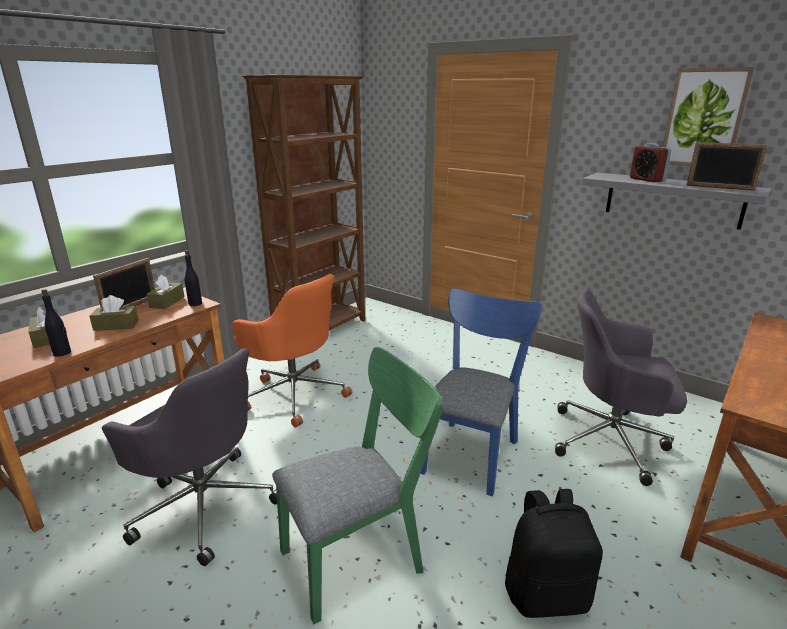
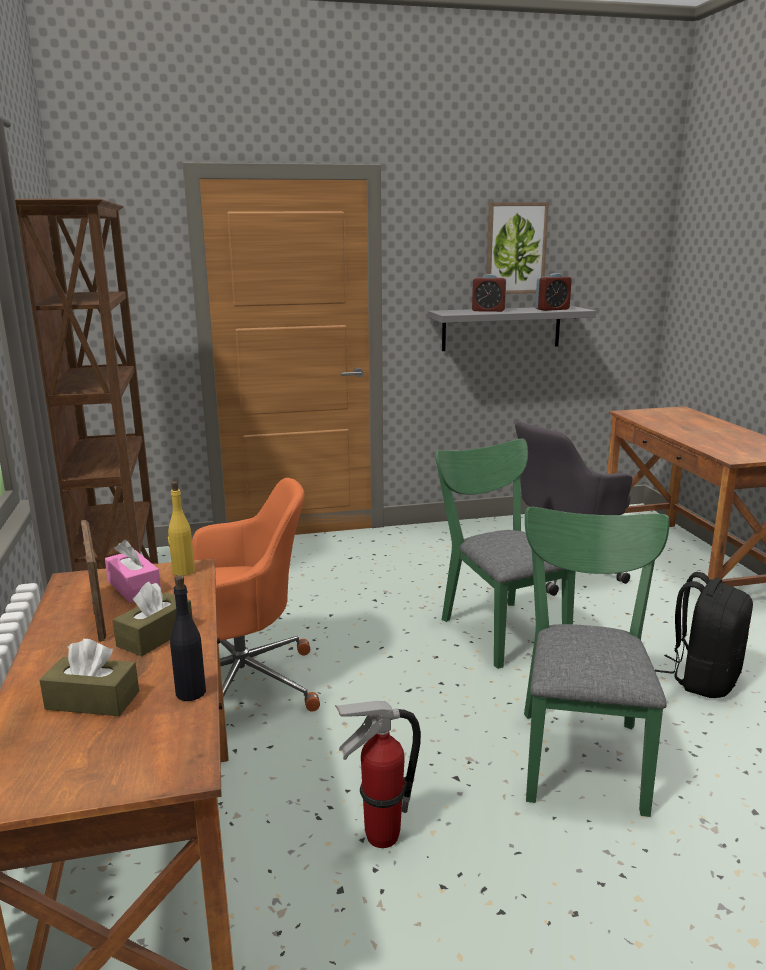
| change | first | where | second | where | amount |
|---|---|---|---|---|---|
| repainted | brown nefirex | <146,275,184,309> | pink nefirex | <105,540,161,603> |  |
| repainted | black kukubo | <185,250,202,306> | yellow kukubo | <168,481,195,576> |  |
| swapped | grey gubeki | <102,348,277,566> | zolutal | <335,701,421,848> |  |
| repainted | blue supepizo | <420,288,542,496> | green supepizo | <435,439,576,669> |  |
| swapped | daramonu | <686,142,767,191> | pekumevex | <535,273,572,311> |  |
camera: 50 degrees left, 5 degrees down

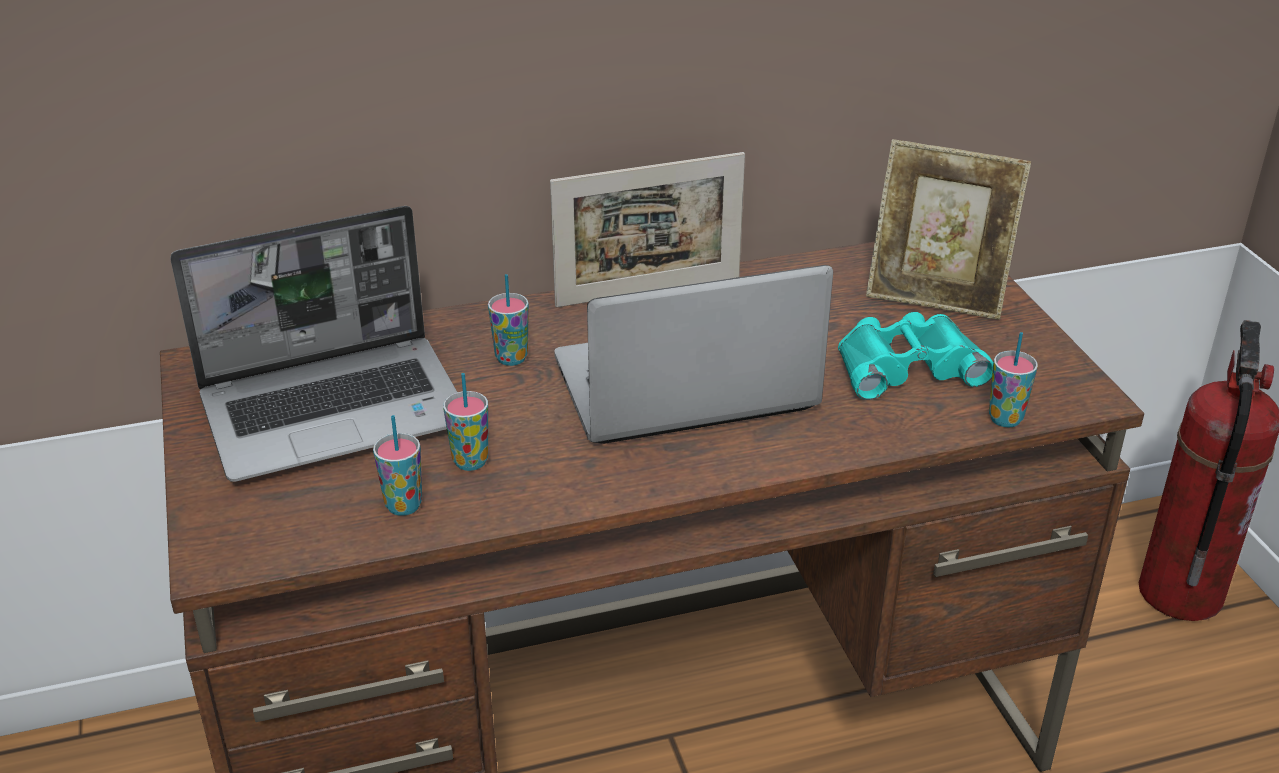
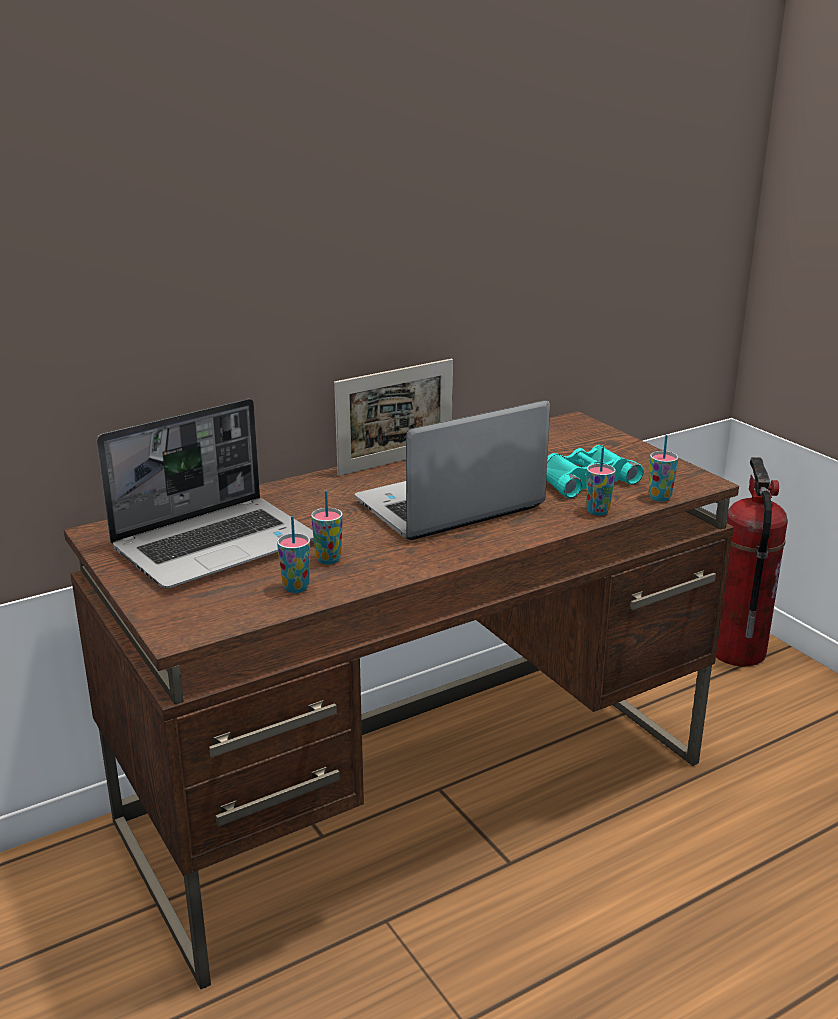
| change | first | where | second | where | amount |
|---|---|---|---|---|---|
| shifted | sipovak | <488,274,529,366> |  | <587,447,616,516> |  |
| gone | daramonu | <866,139,1031,320> |  |  |  |
camera: 15 degrees left, 10 degrees down

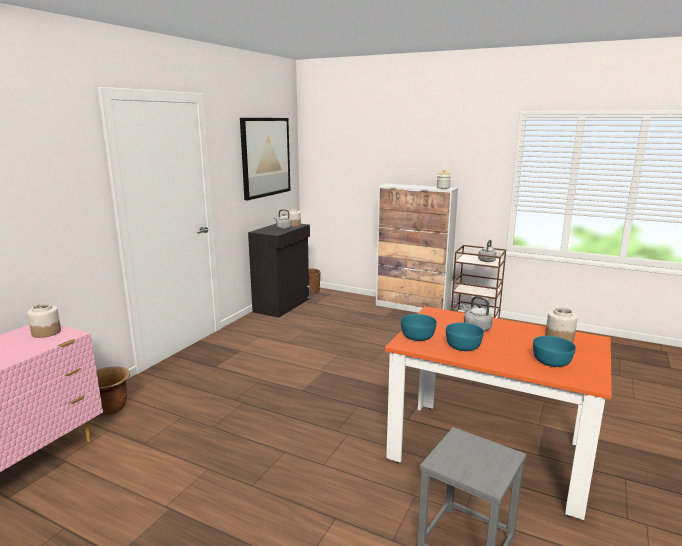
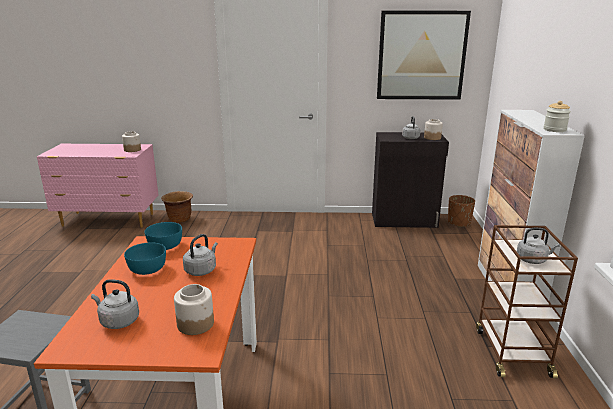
| change | first | where | second | where | amount |
|---|---|---|---|---|---|
| swapped | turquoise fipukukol | <533,336,576,367> | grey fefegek | <91,279,139,329> |  |
camera: 65 degrees right, 5 degrees up

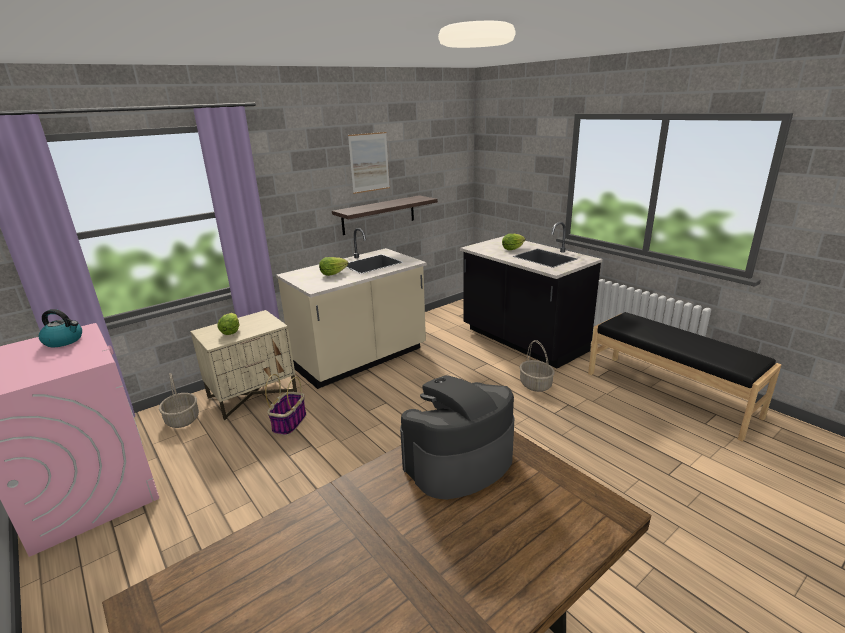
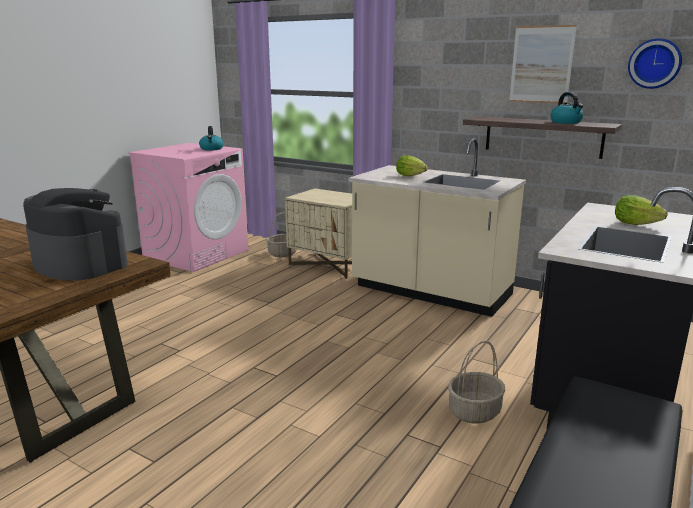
| change | first | where | second | where | amount |
|---|---|---|---|---|---|
| new |  |  | fefegek | <550,92,583,124> |  |
| new |  |  | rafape | <628,38,682,89> |  |
| gone | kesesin | <217,313,239,335> |  |  |  |
| gone | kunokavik | <265,374,307,436> |  |  |  |
camera: 70 degrees right, 5 degrees down

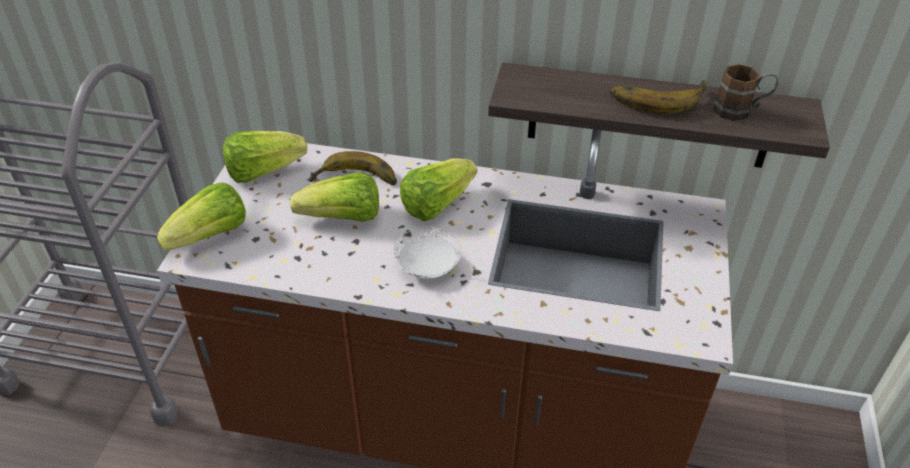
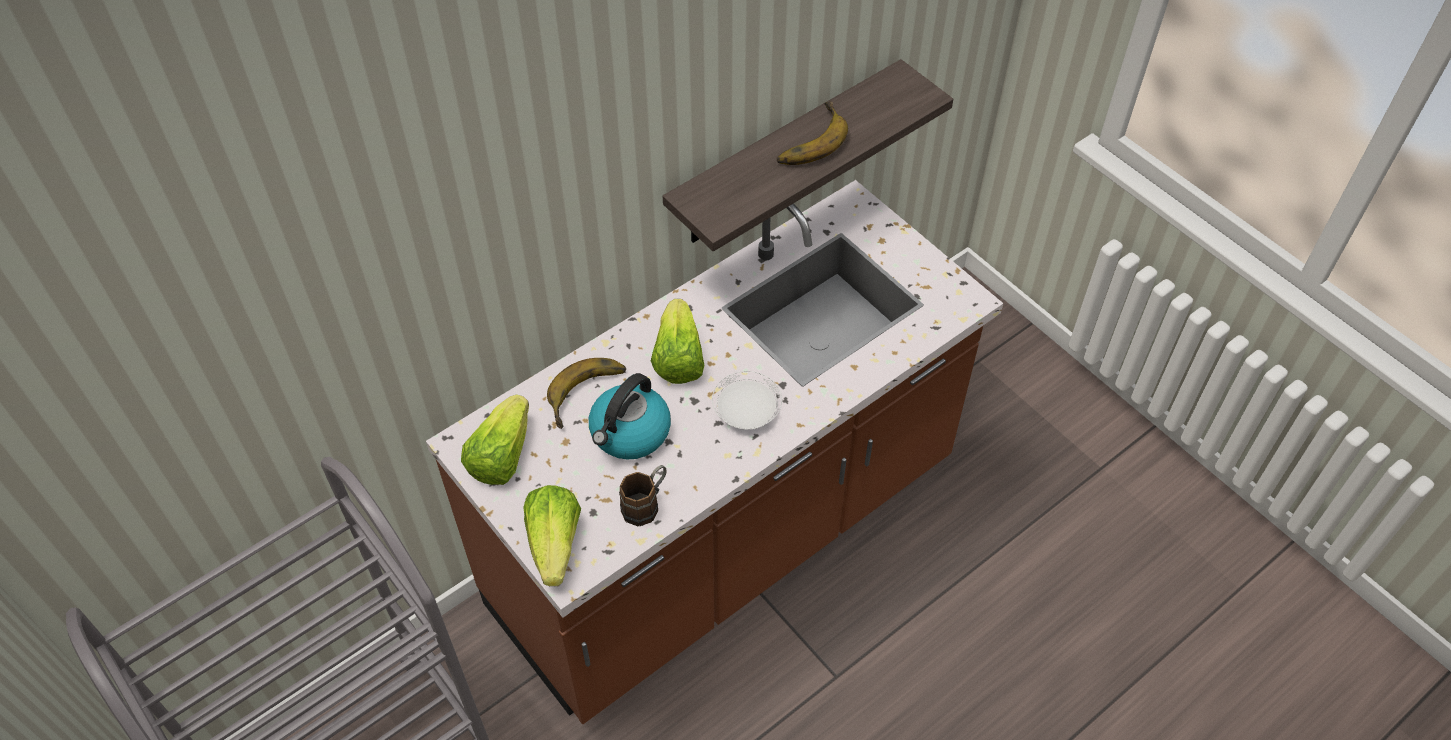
| change | first | where | second | where | amount |
|---|---|---|---|---|---|
| swapped | kesesin | <290,172,379,222> | fefegek | <589,373,671,460> |  |
| shifted | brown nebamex | <713,64,778,121> |  | <619,465,667,527> |  |
camera: 50 degrees left, 10 degrees up

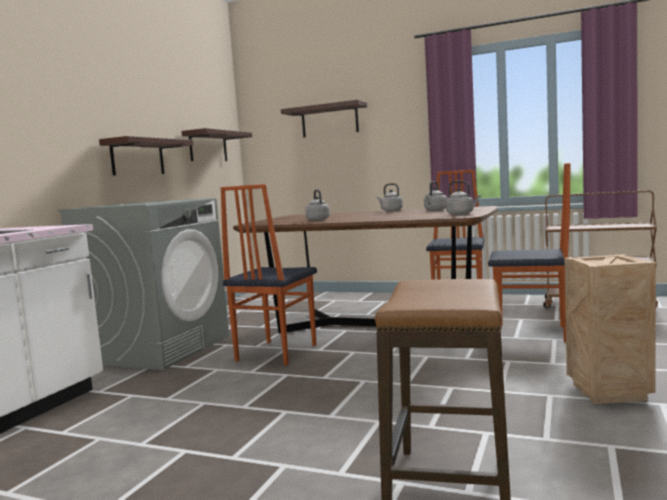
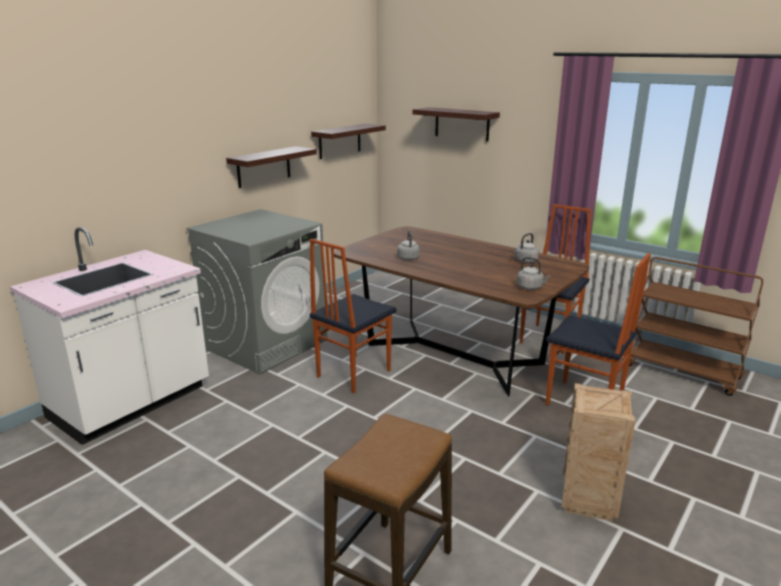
| change | first | where | second | where | amount |
|---|---|---|---|---|---|
| gone | grey fefegek | <377,183,403,211> |  |  |  |
camera: 15 degrees right, 15 degrees up

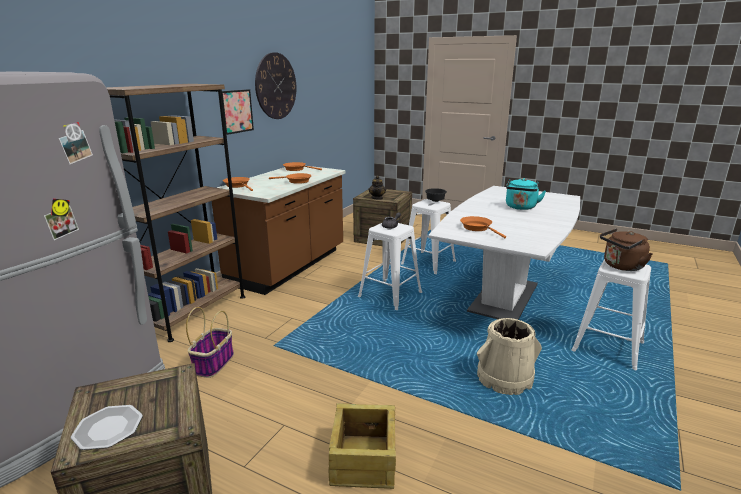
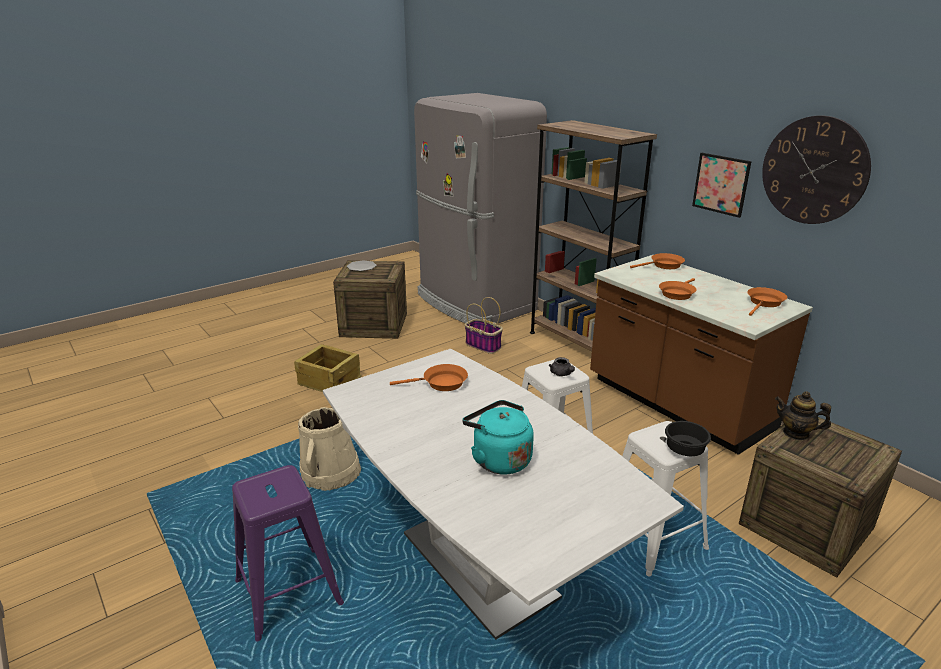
| change | first | where | second | where | amount |
|---|---|---|---|---|---|
| repainted | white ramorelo | <571,259,651,370> | purple ramorelo | <232,465,344,641> |  |
| gone | brown fefegek | <600,228,653,271> |  |  |  |
camera: 115 degrees right, 5 degrees up

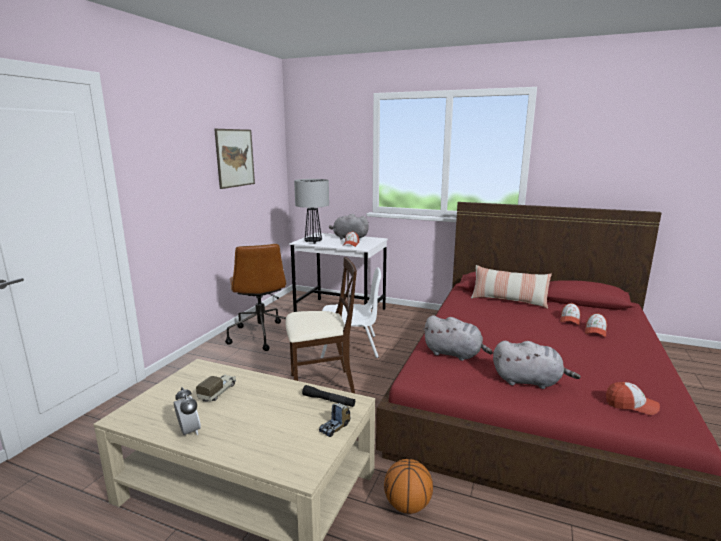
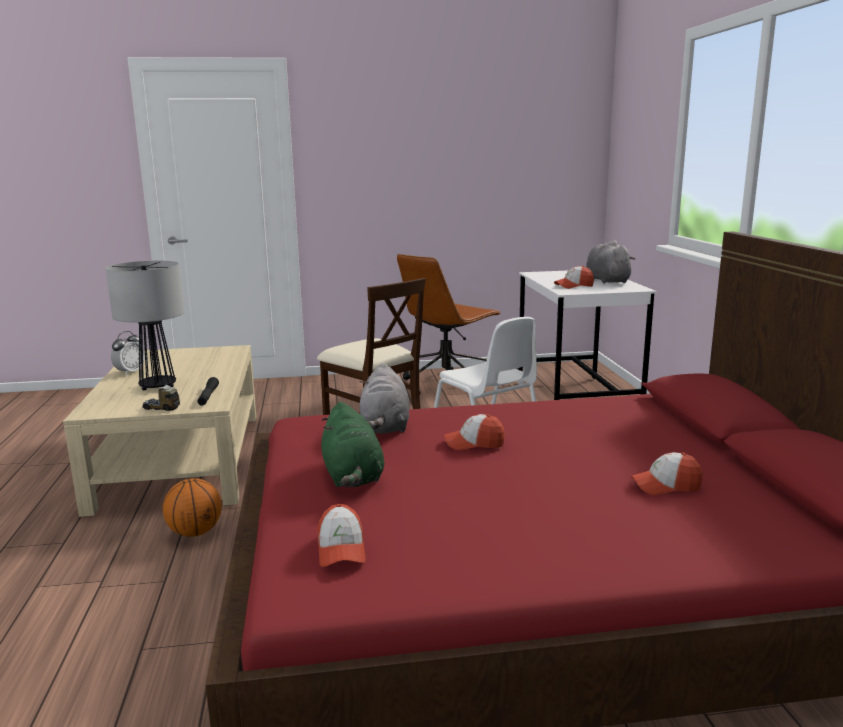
| change | first | where | second | where | amount |
|---|---|---|---|---|---|
| shifted | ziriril | <294,179,329,244> |  | <106,260,185,390> |  |
| repainted | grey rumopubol | <493,341,581,389> | green rumopubol | <321,402,384,487> |  |
| shifted | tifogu | <585,313,607,337> |  | <444,414,505,450> |  |
| gone | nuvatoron | <196,374,236,402> |  |  |  |
| gone | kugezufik | <214,129,255,189> |  |  |  |
| gone | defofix | <471,265,552,309> |  |  |  |
camera: 60 degrees right, 0 degrees up

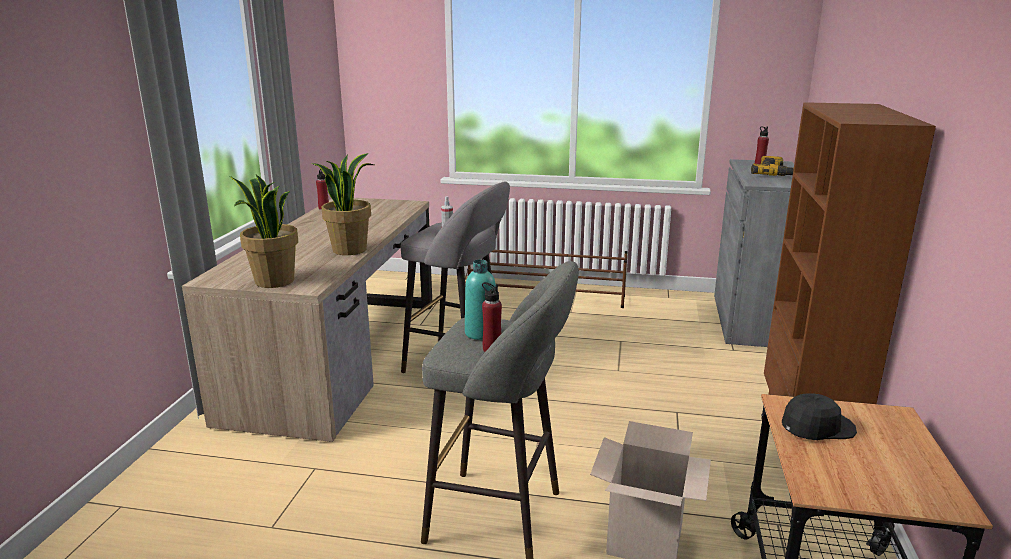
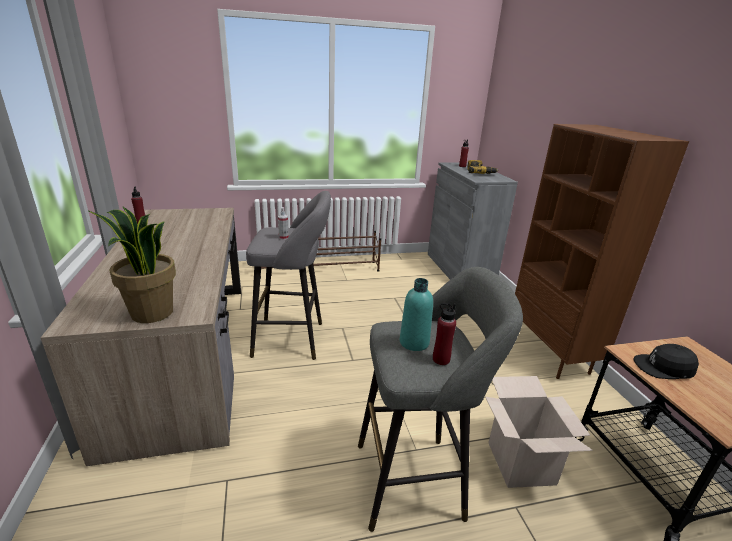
| change | first | where | second | where | amount |
|---|---|---|---|---|---|
| rotated | black tifogu | <782,393,857,440> |  | <633,344,699,379> | 135 degrees counterclockwise |
| gone | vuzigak | <312,153,374,255> |  |  |  |
camera: 25 degrees left, 5 degrees up

